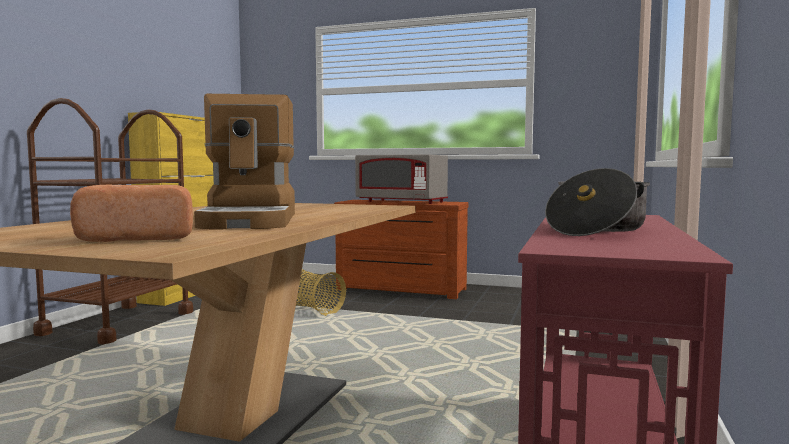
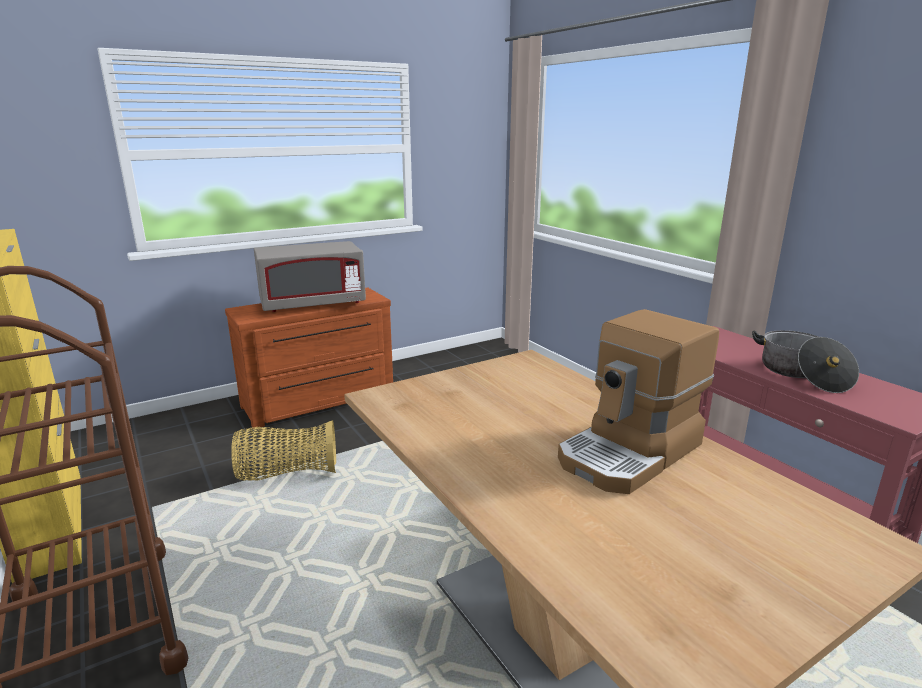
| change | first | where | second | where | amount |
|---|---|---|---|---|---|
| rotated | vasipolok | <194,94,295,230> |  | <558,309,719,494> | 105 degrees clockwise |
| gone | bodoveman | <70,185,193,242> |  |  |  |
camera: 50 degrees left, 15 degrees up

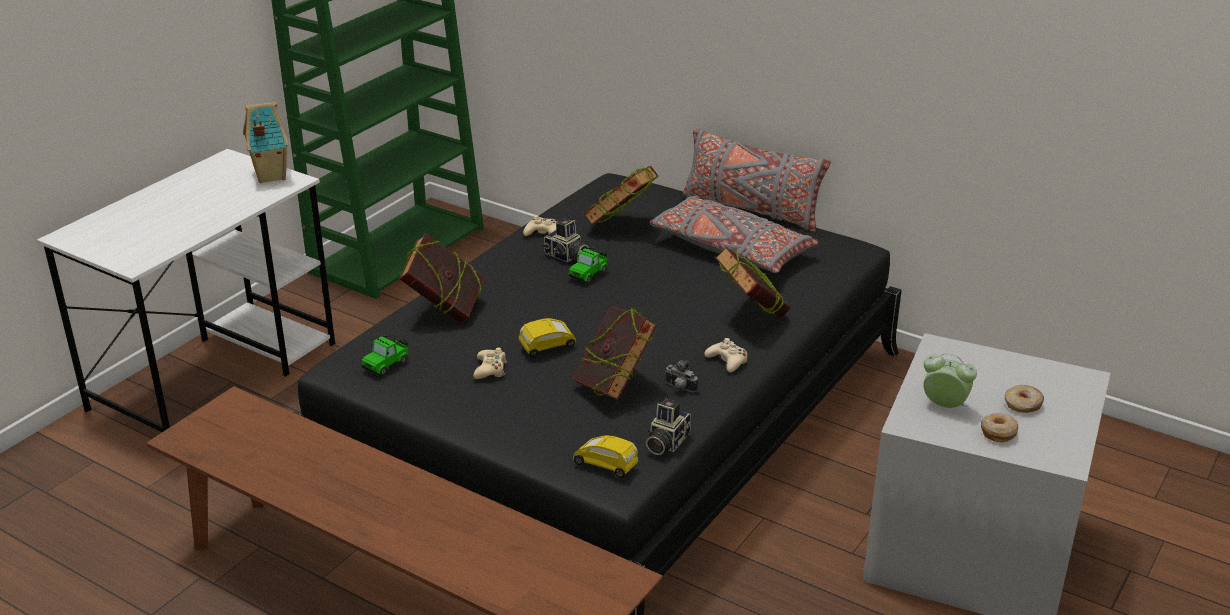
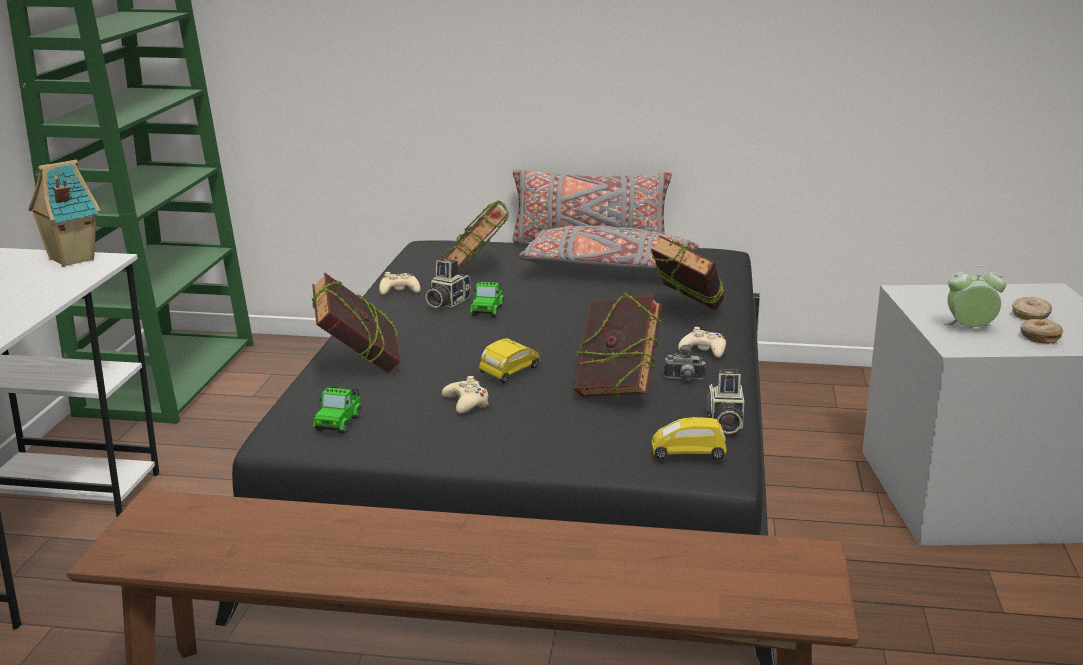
| change | first | where | second | where | amount |
|---|---|---|---|---|---|
| rotated | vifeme | <542,219,589,262> |  | <426,259,470,308> | 105 degrees clockwise |
camera: 25 degrees left, 10 degrees down

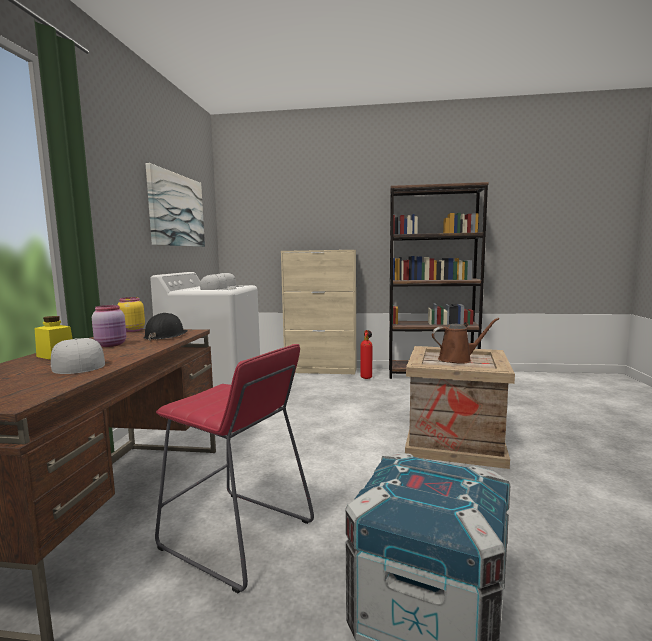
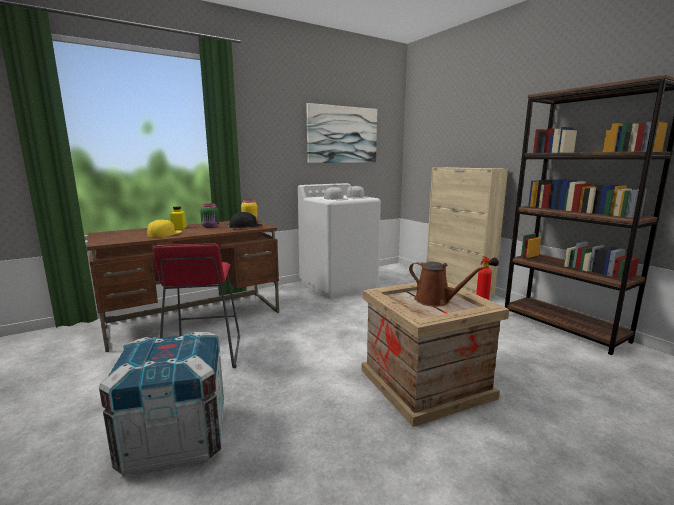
| change | first | where | second | where | amount |
|---|---|---|---|---|---|
| repainted | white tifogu | <51,338,105,374> | yellow tifogu | <147,220,182,237> |  |
| repainted | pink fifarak | <92,305,126,347> | green fifarak | <200,203,219,228> |  |
camera: 50 degrees right, 5 degrees up

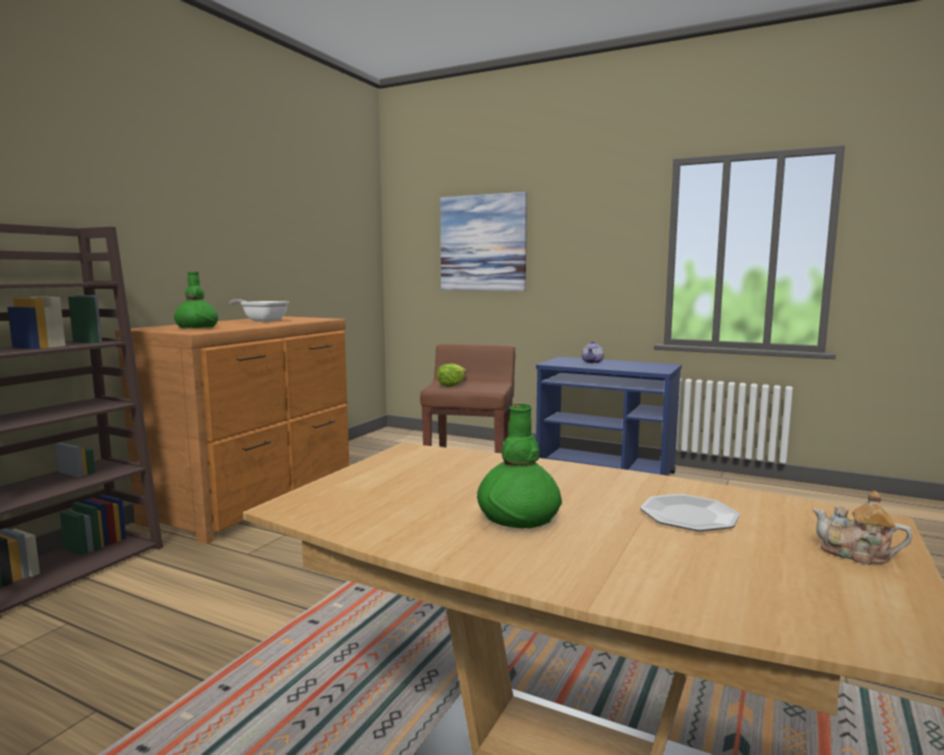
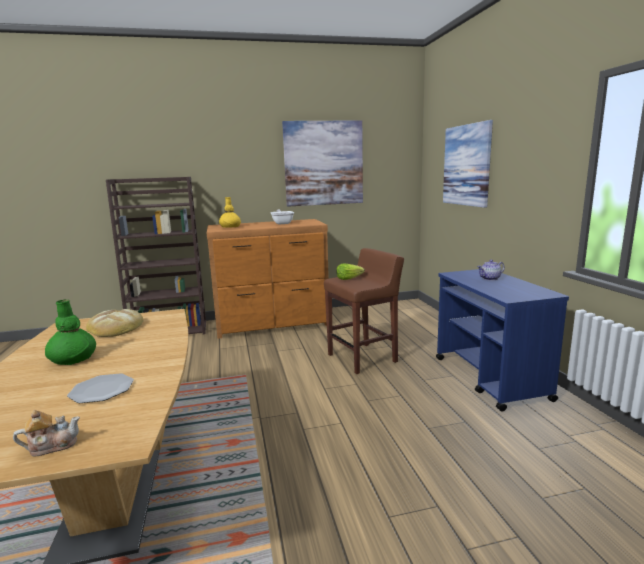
| change | first | where | second | where | amount |
|---|---|---|---|---|---|
| rotated | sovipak | <813,491,912,565> |  | <13,410,80,456> | 75 degrees clockwise |
| new |  |  | bodoveman | <86,309,143,337> |  |
| repainted | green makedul | <174,272,219,328> | yellow makedul | <219,197,241,228> |  |
| new |  |  | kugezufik | <282,120,363,207> |  |
camera: 50 degrees right, 5 degrees up

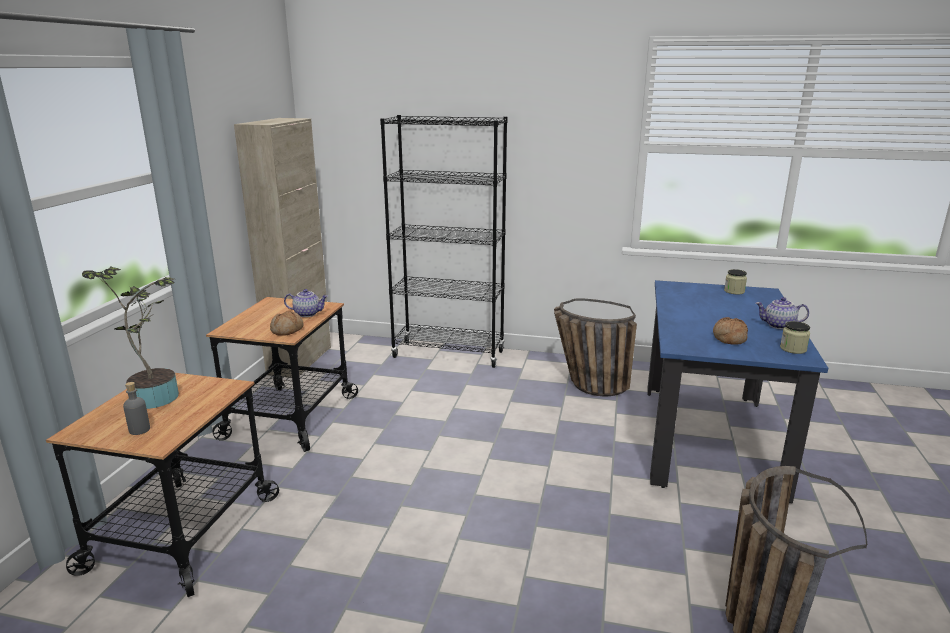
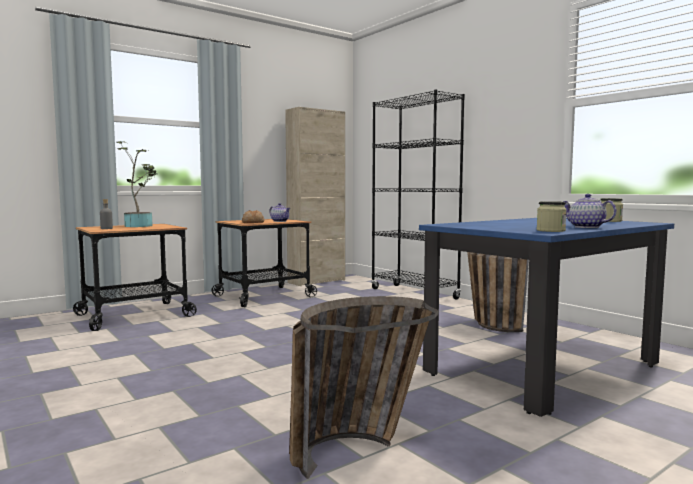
| change | first | where | second | where | amount |
|---|---|---|---|---|---|
| gone | bodoveman | <713,317,748,345> |  |  |  |
camera: 40 degrees right, 15 degrees down

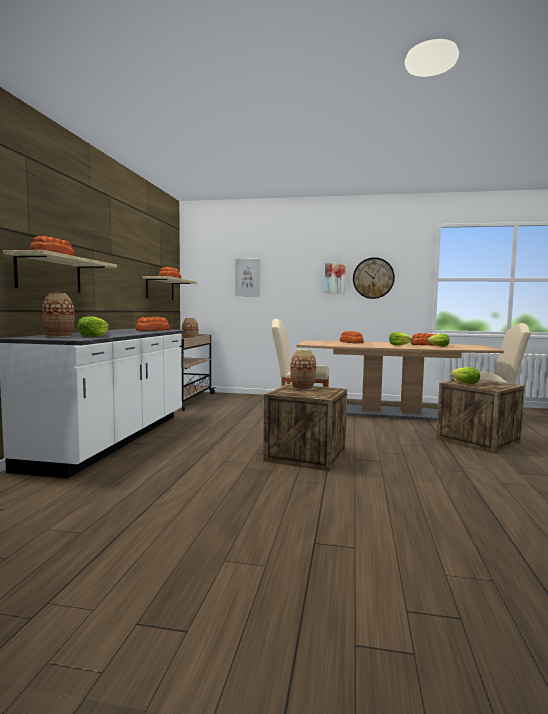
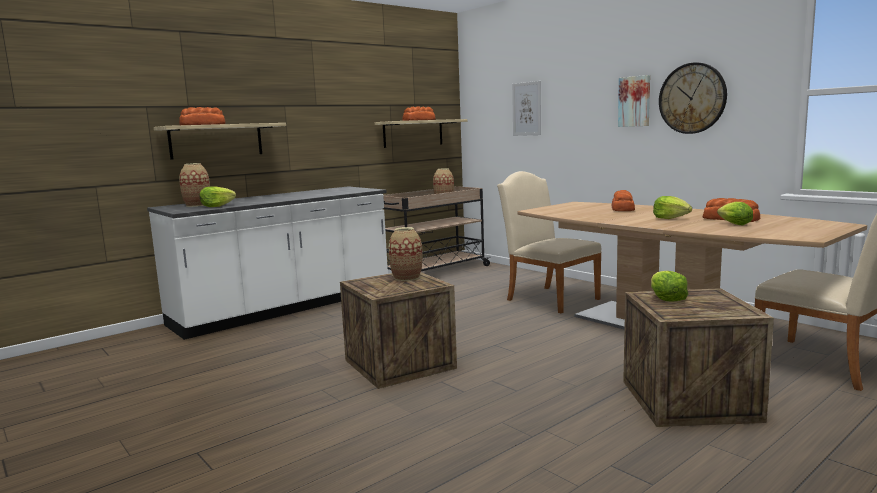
| change | first | where | second | where | amount |
|---|---|---|---|---|---|
| gone | bodoveman | <136,317,170,331> |  |  |  |
camera: 40 degrees right, 5 degrees up

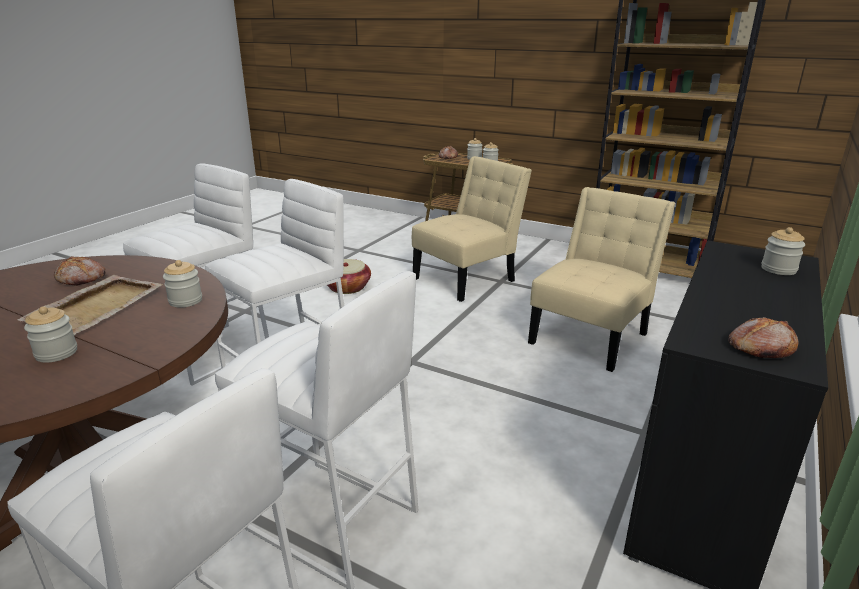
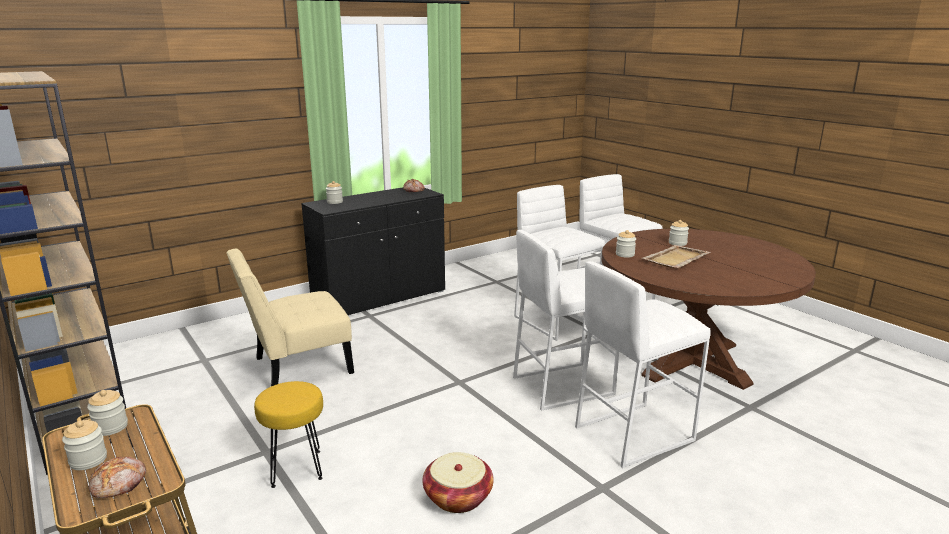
| change | first | where | second | where | amount |
|---|---|---|---|---|---|
| swapped | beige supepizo | <412,156,532,302> | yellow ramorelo | <254,381,323,488> |  |
| gone | bodoveman | <54,256,106,286> |  |  |  |
camera: 155 degrees left, 5 degrees down

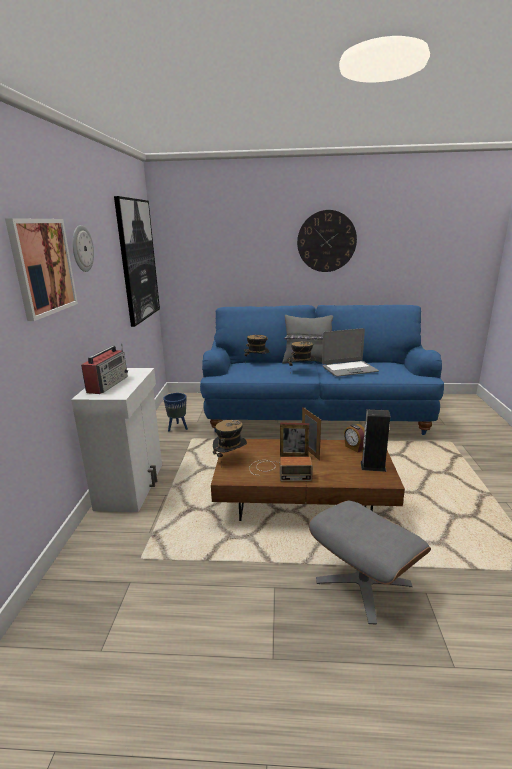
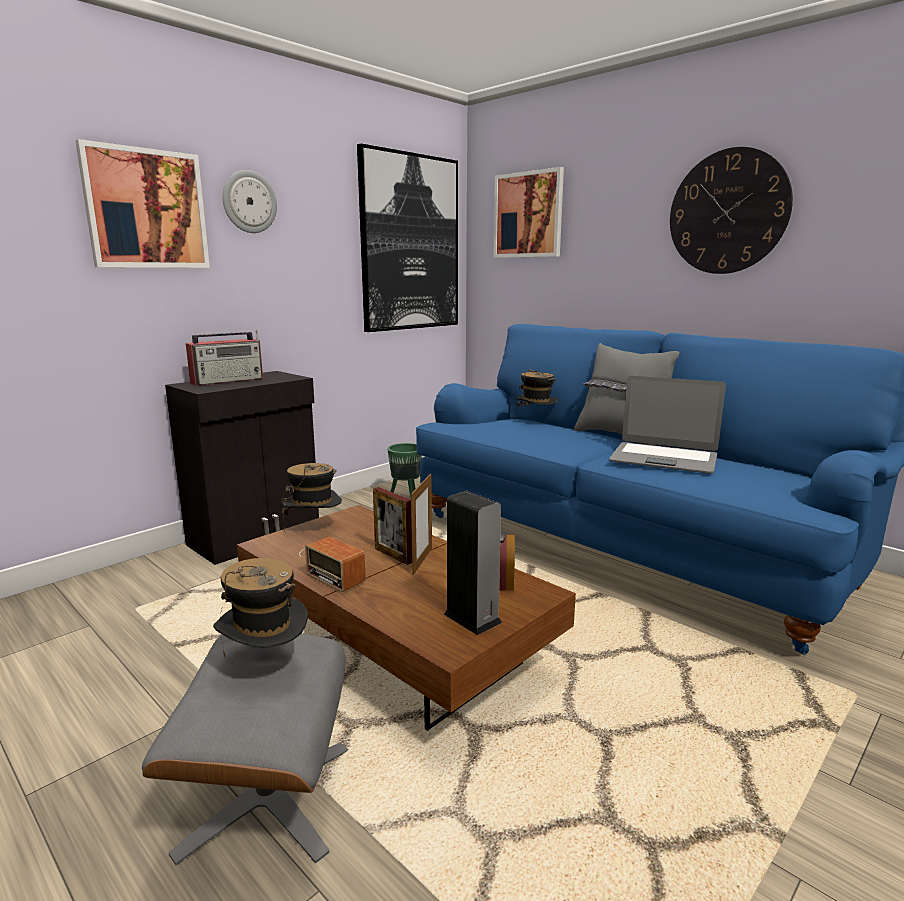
| change | first | where | second | where | amount |
|---|---|---|---|---|---|
| repainted | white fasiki | <71,368,162,512> | black fasiki | <165,371,319,565> |  |
| shifted | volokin | <287,341,315,366> |  | <213,558,308,657> |  |
| repainted | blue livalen | <163,393,188,432> | green livalen | <387,443,422,497> |  |
| new |  |  | kugezufik | <493,167,564,258> |  |
camera: 40 degrees right, 5 degrees down

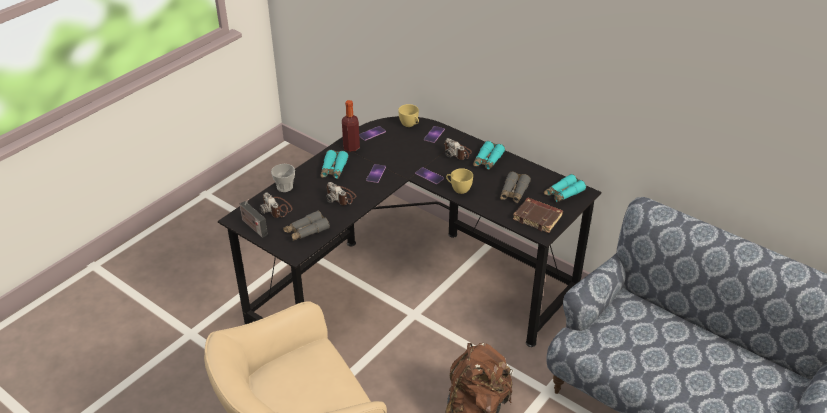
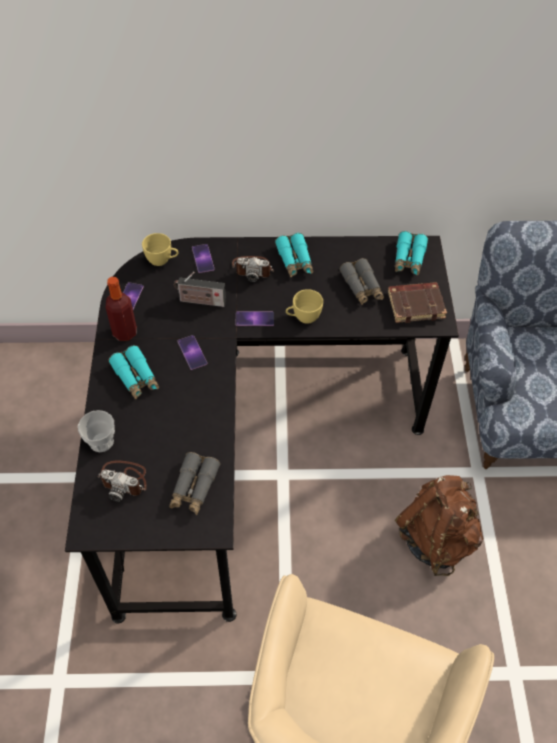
| change | first | where | second | where | amount |
|---|---|---|---|---|---|
| shifted | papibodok | <239,199,268,238> |  | <174,272,226,307> |  |
| gone | vifeme | <326,182,356,205> |  |  |  |
camera: 40 degrees left, 15 degrees up

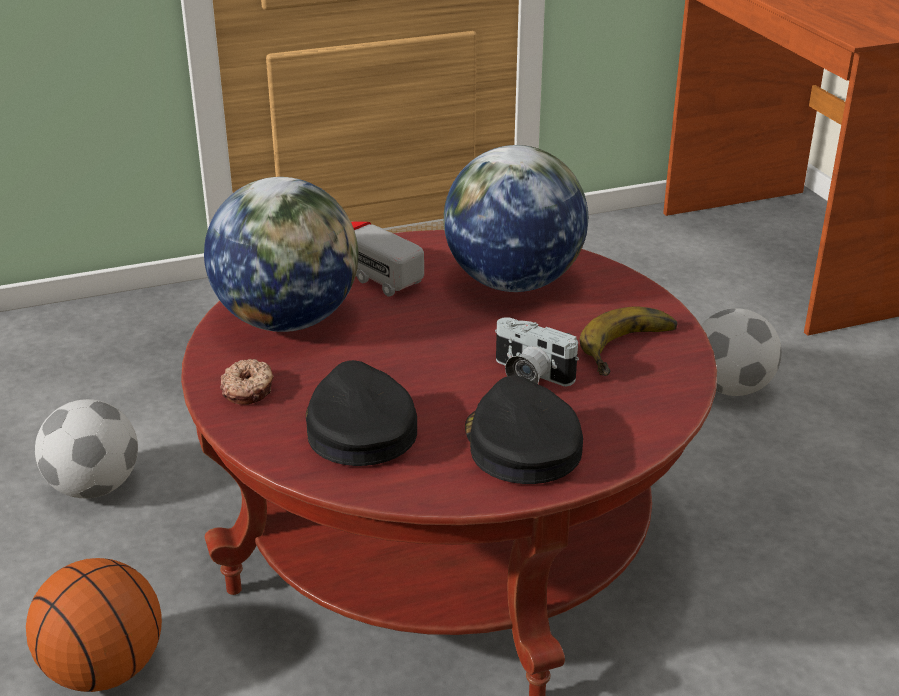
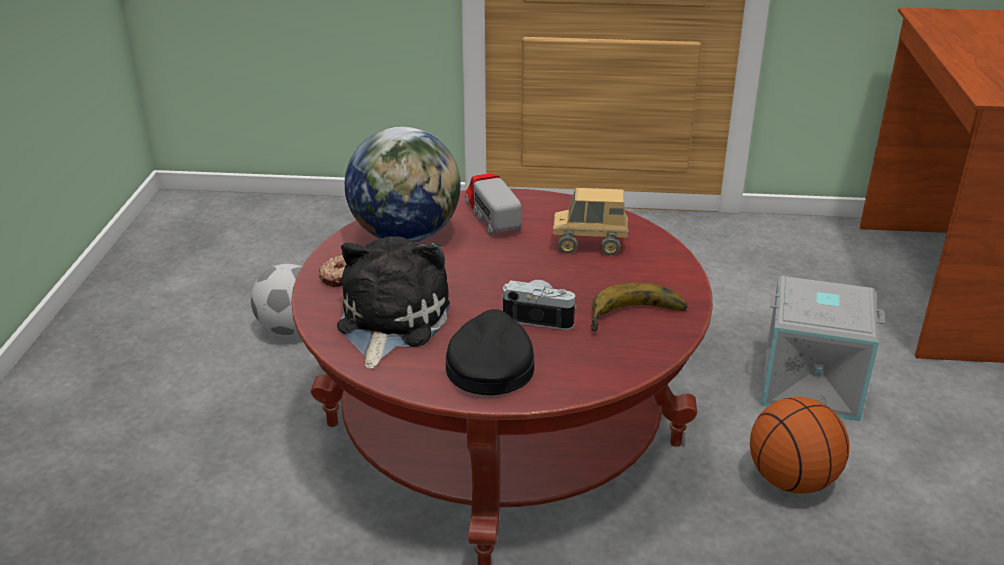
| change | first | where | second | where | amount |
|---|---|---|---|---|---|
| swapped | black tifogu | <306,360,417,466> | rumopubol | <337,236,450,369> |  |
| rotated | vifeme | <495,317,579,386> |  | <501,280,578,330> | 135 degrees clockwise |
| swapped | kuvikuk | <444,145,588,292> | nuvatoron | <553,188,628,256> |  |
| shifted | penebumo | <26,558,162,692> |  | <750,397,850,494> |  |
| swapped | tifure | <701,308,782,396> | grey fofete | <761,276,885,421> |  |
camera: 25 degrees right, 0 degrees up

